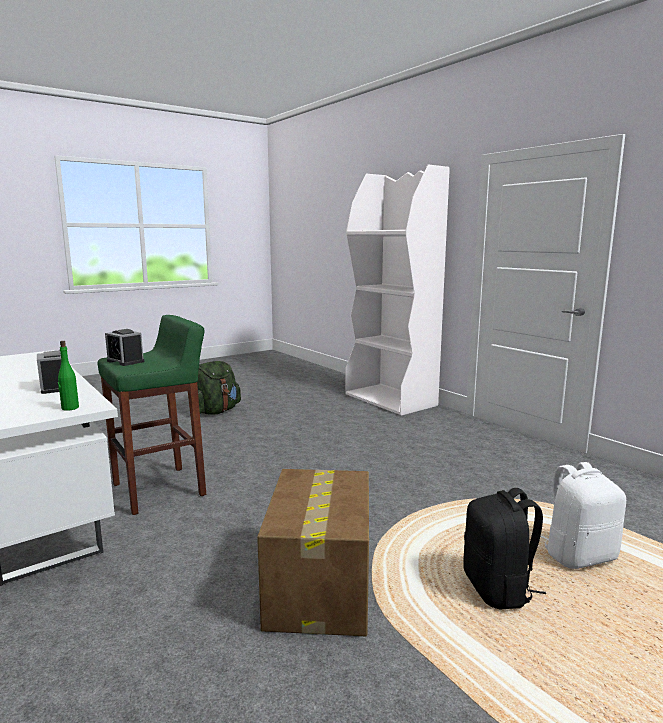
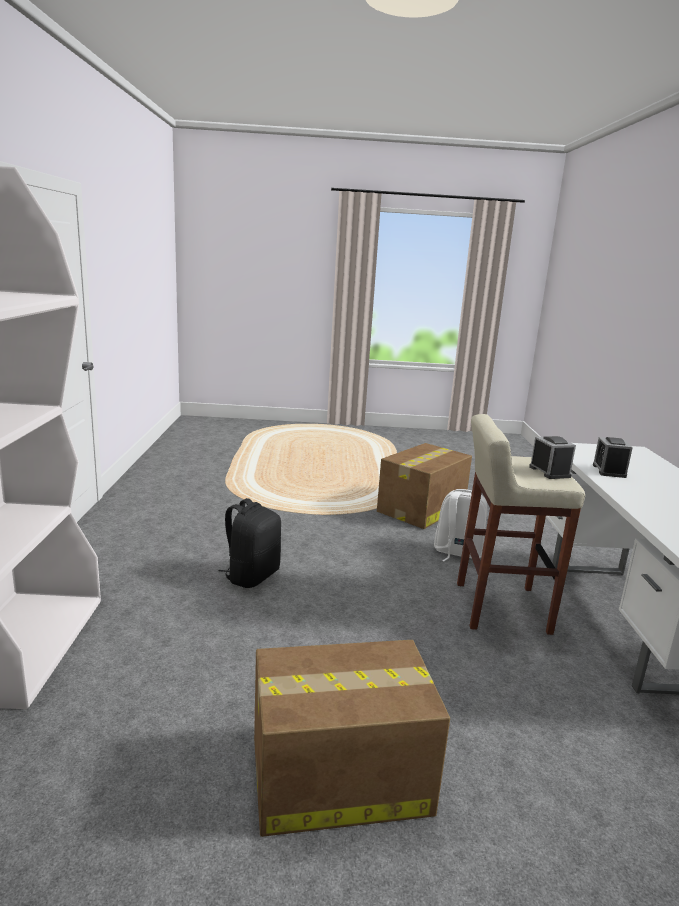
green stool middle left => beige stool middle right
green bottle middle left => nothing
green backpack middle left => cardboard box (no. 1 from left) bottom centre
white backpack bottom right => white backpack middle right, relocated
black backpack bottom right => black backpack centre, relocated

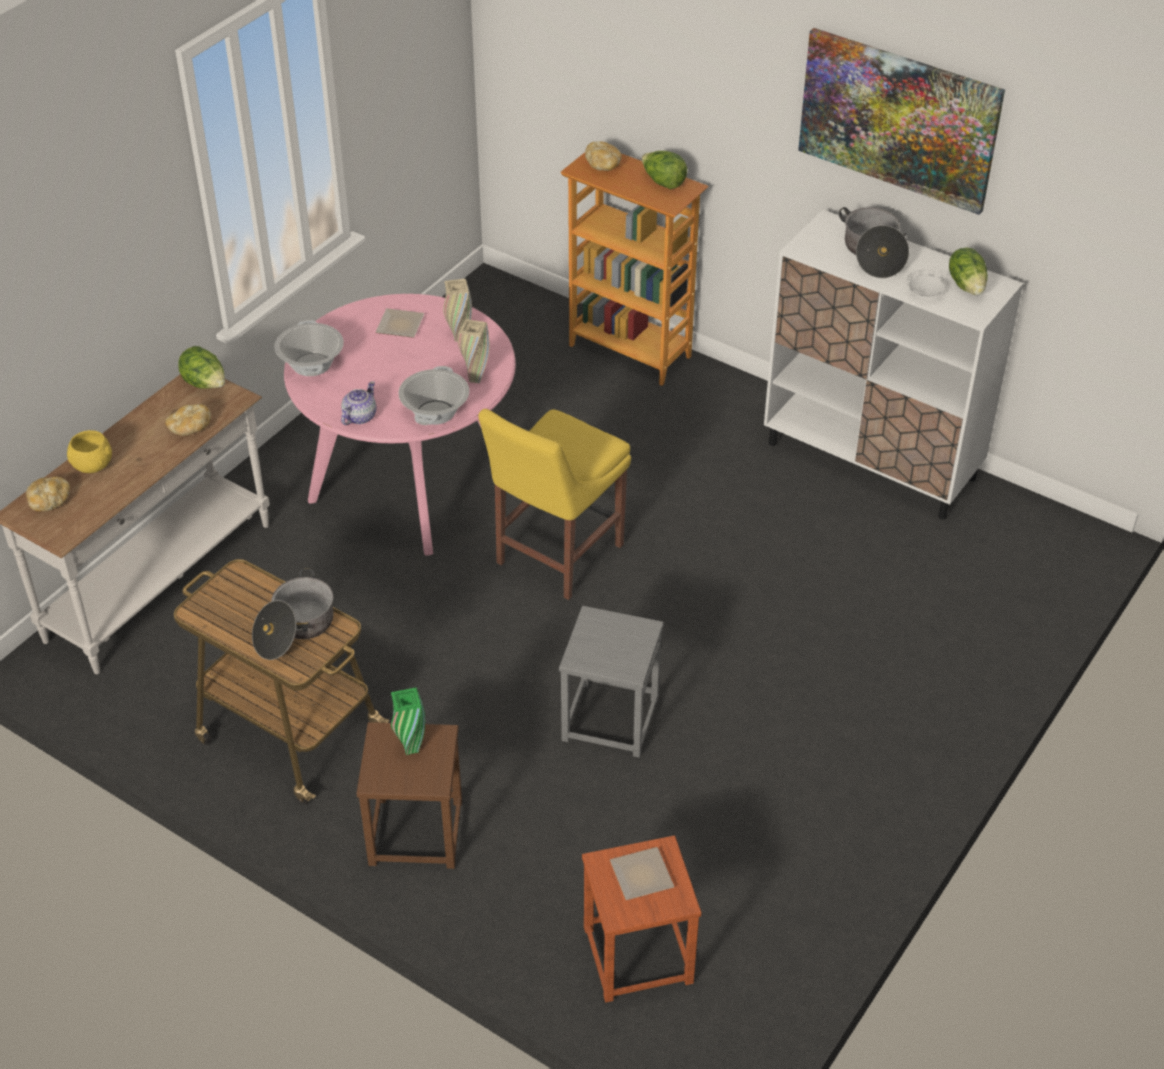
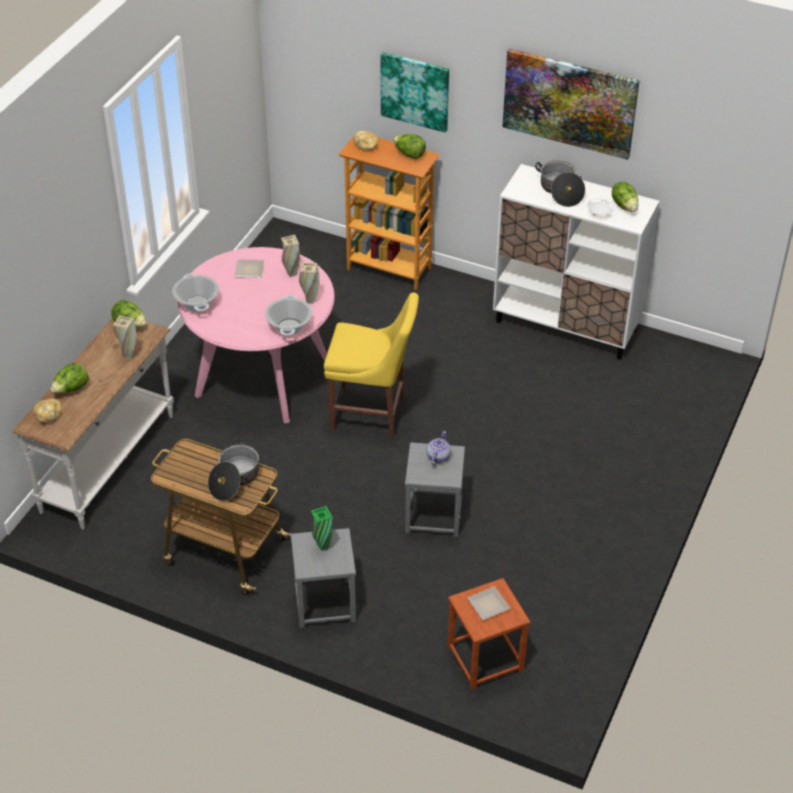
teapot middle left => teapot centre, relocated
bread (no. 2 from left) middle left => beige vase (no. 1 from left) middle left
yellow chair centre, 105 degrees counterclockwise
yellow bowl middle left => lettuce (no. 1 from left) middle left
brown stool (no. 1 from left) bottom centre => grey stool (no. 1 from left) bottom centre
nothing => picture (no. 1 from left) top centre

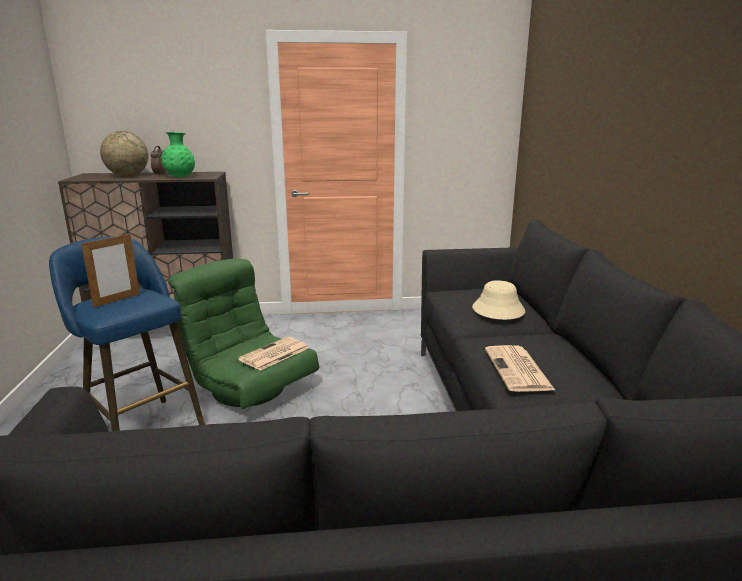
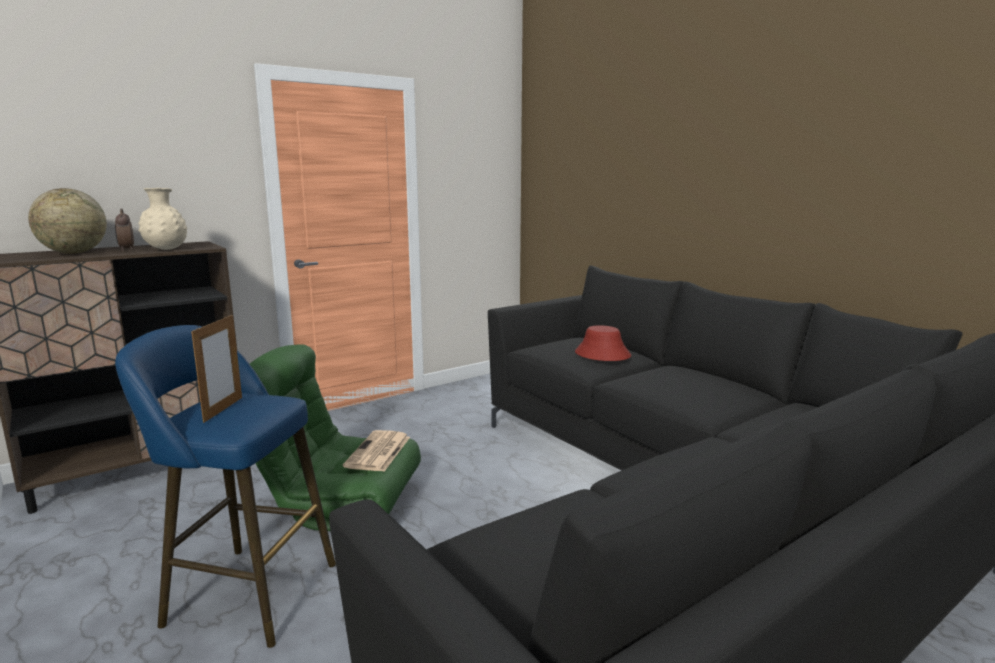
green vase top left => beige vase top left
beige hat middle right => red hat centre
newspaper (no. 2 from left) middle right => nothing

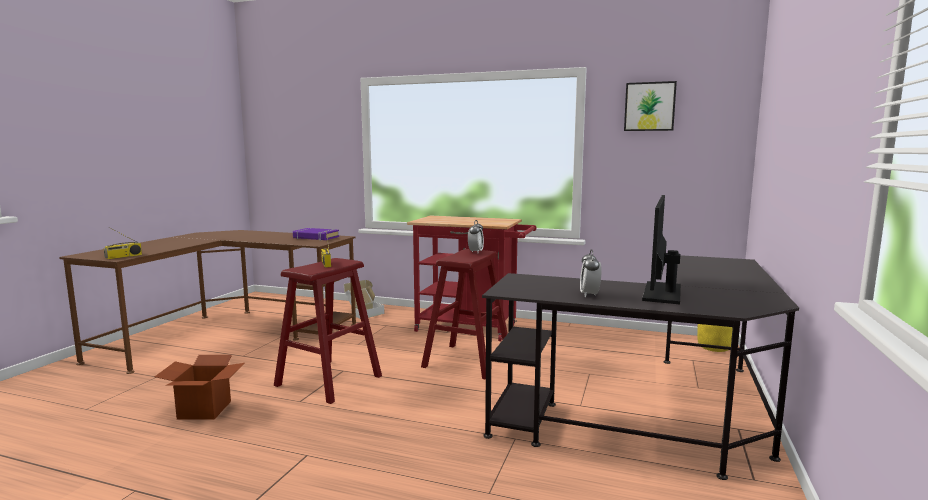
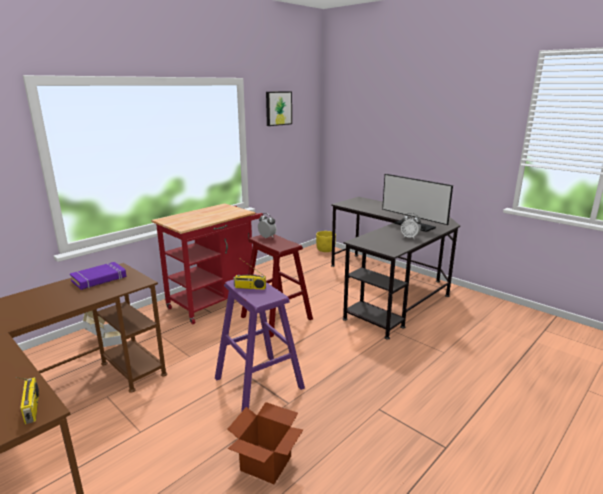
red stool (no. 1 from left) centre => purple stool bottom centre

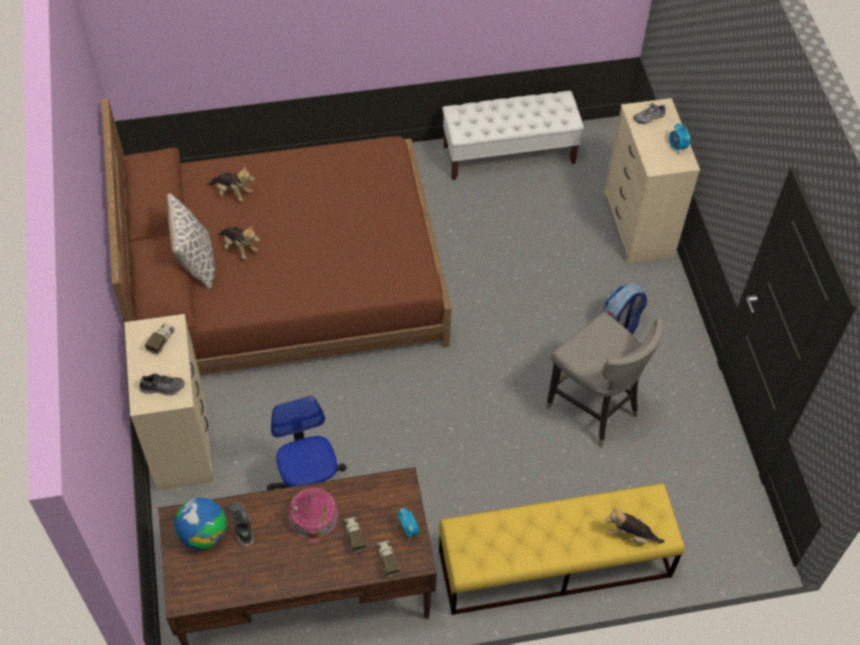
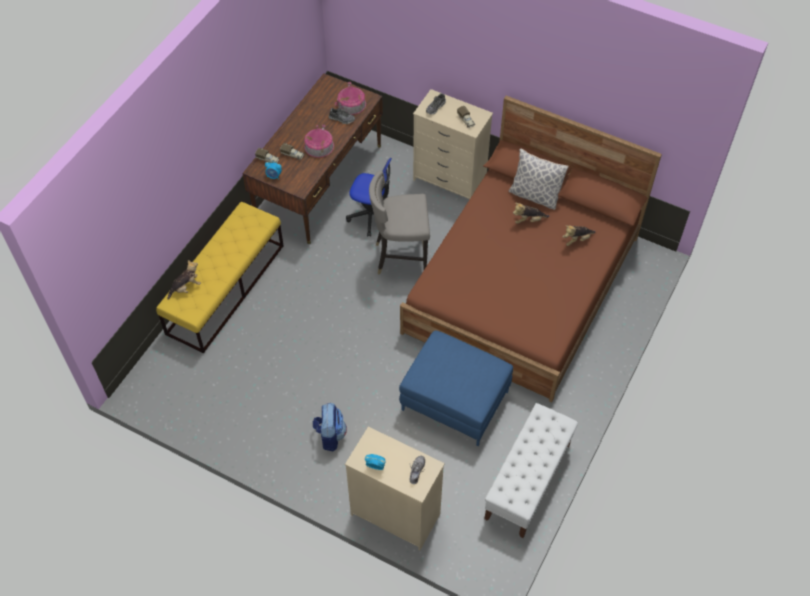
grey stool middle right => grey stool centre, relocated
globe bottom left => toy house (no. 2 from left) top centre
nothing => blue ottoman centre

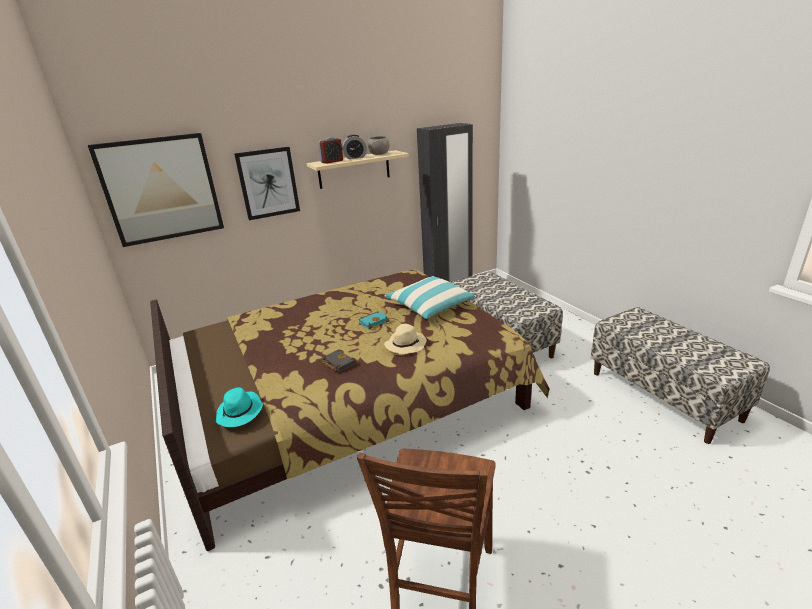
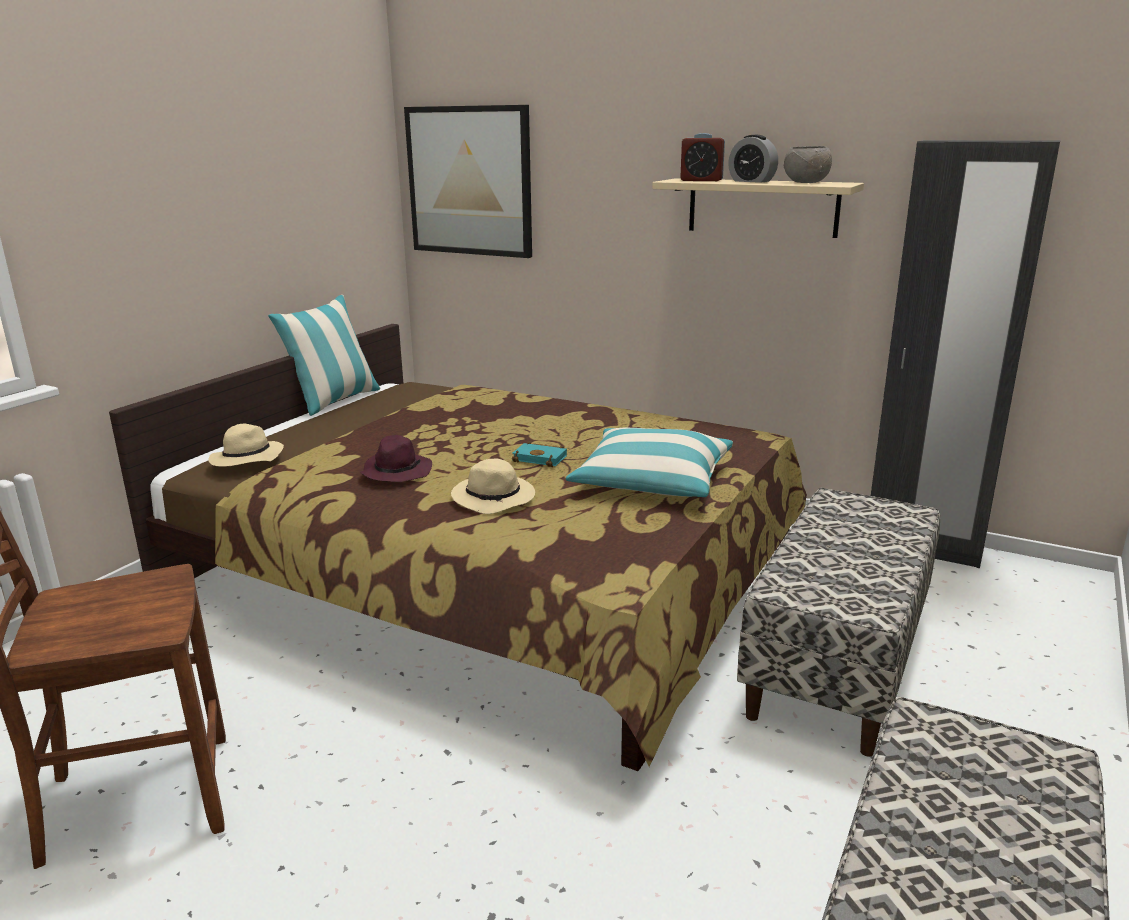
picture (no. 2 from left) top left => nothing
black book centre => purple hat centre
turquoise hat bottom left => beige hat (no. 1 from left) middle left
nothing => pillow (no. 1 from left) middle left

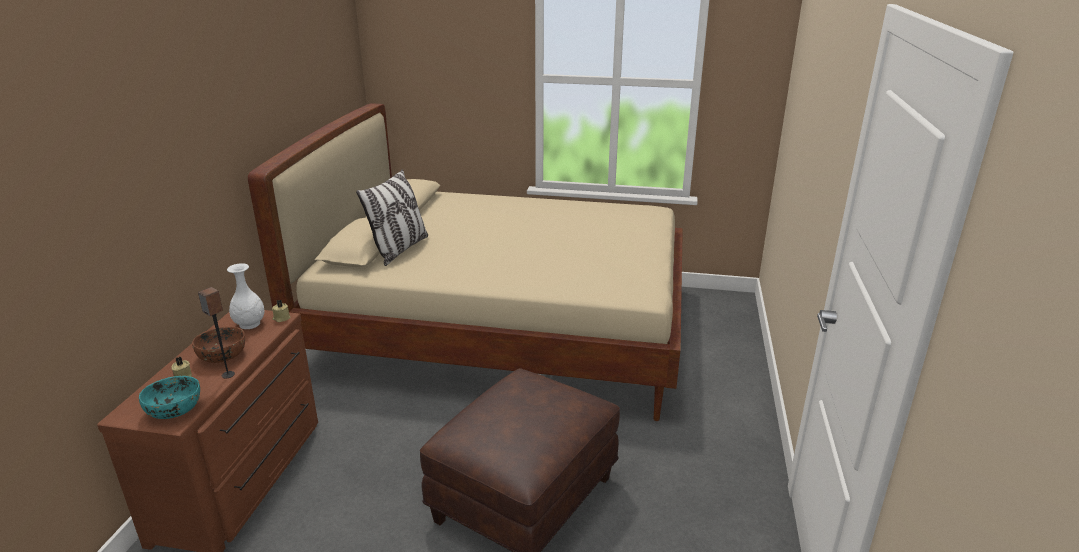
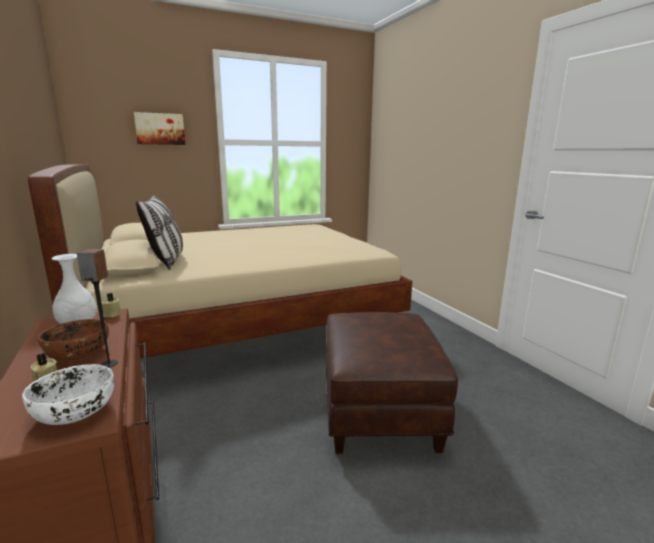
turquoise bowl bottom left => white bowl bottom left
nothing => picture top left

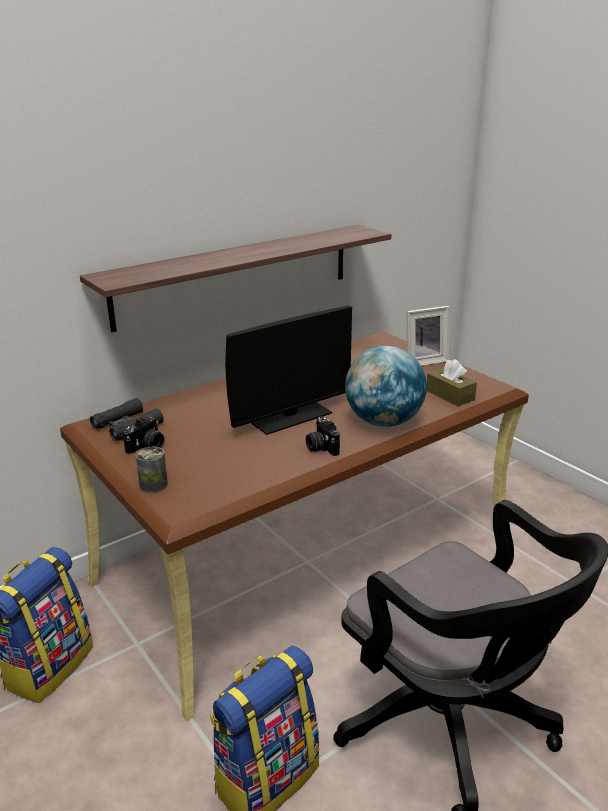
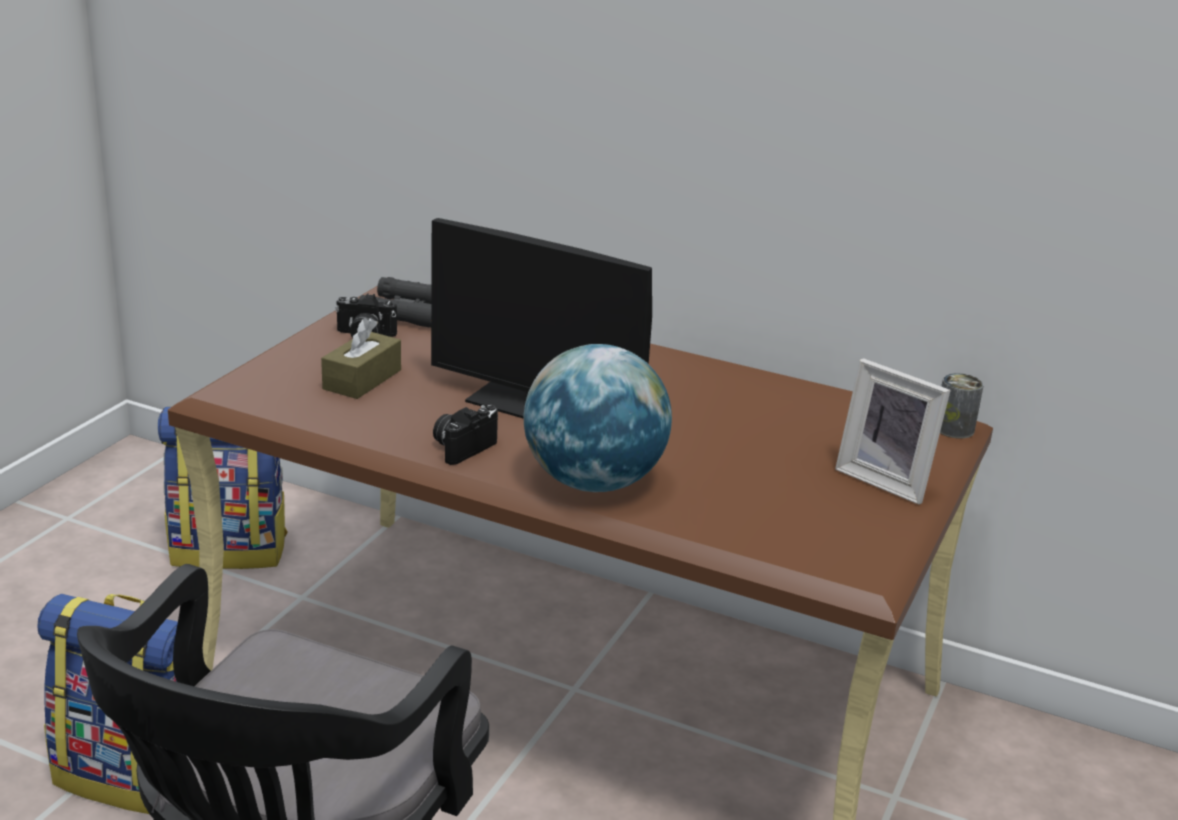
shelf centre => nothing
brown tissue box middle right => brown tissue box middle left, relocated
can middle left => can middle right, relocated

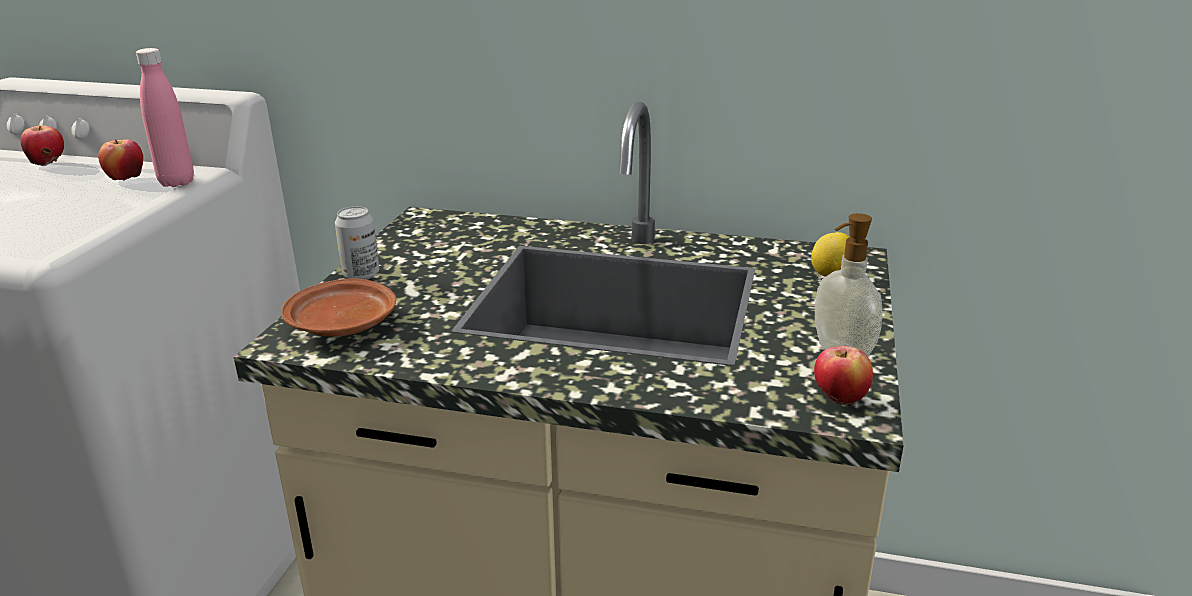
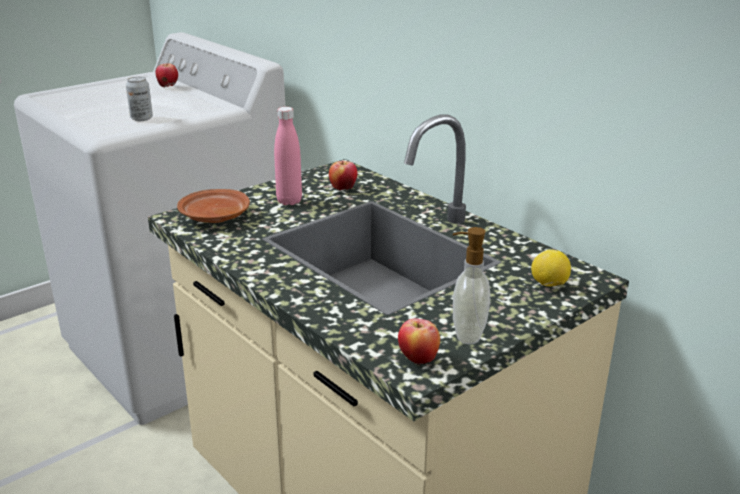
pink bottle top left => pink bottle top centre, relocated
apple (no. 2 from left) top left => apple (no. 2 from left) centre, relocated
can middle left => can top left, relocated

